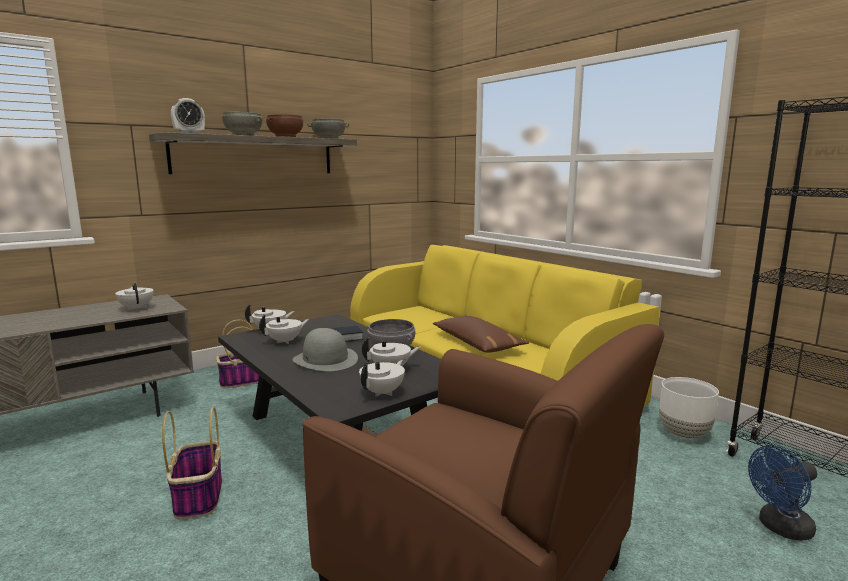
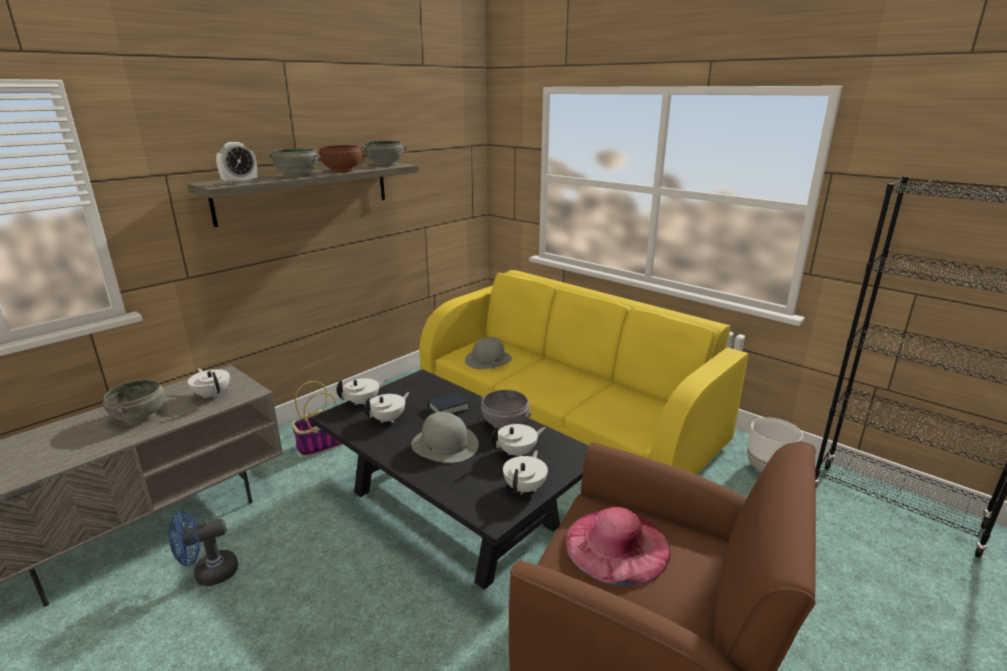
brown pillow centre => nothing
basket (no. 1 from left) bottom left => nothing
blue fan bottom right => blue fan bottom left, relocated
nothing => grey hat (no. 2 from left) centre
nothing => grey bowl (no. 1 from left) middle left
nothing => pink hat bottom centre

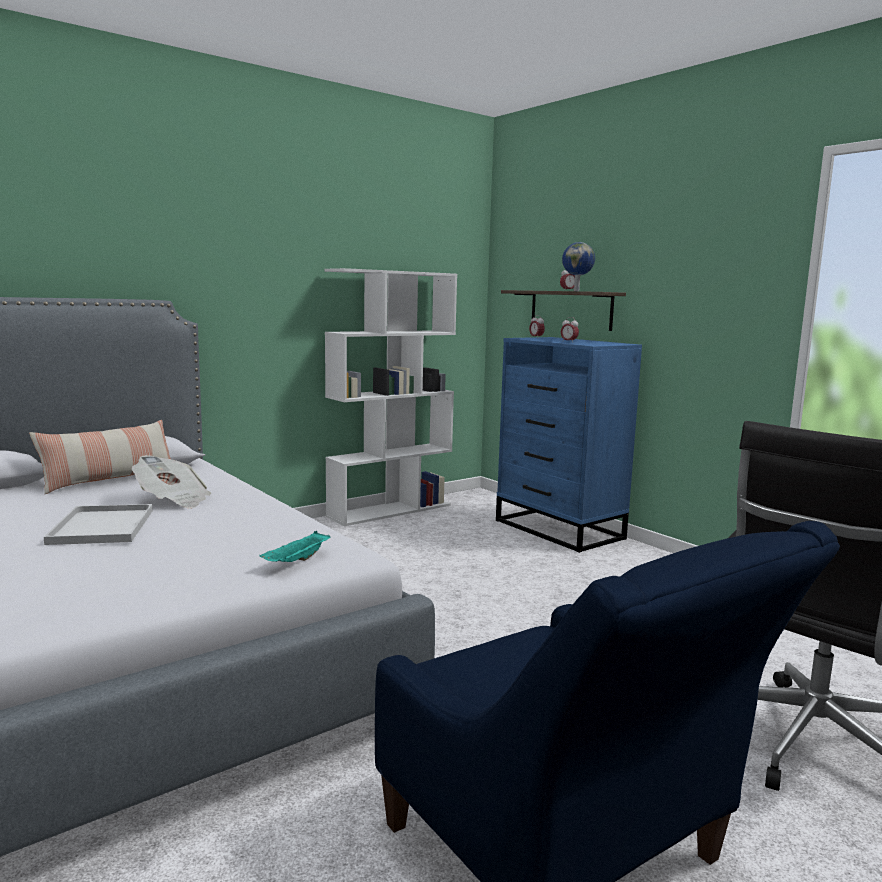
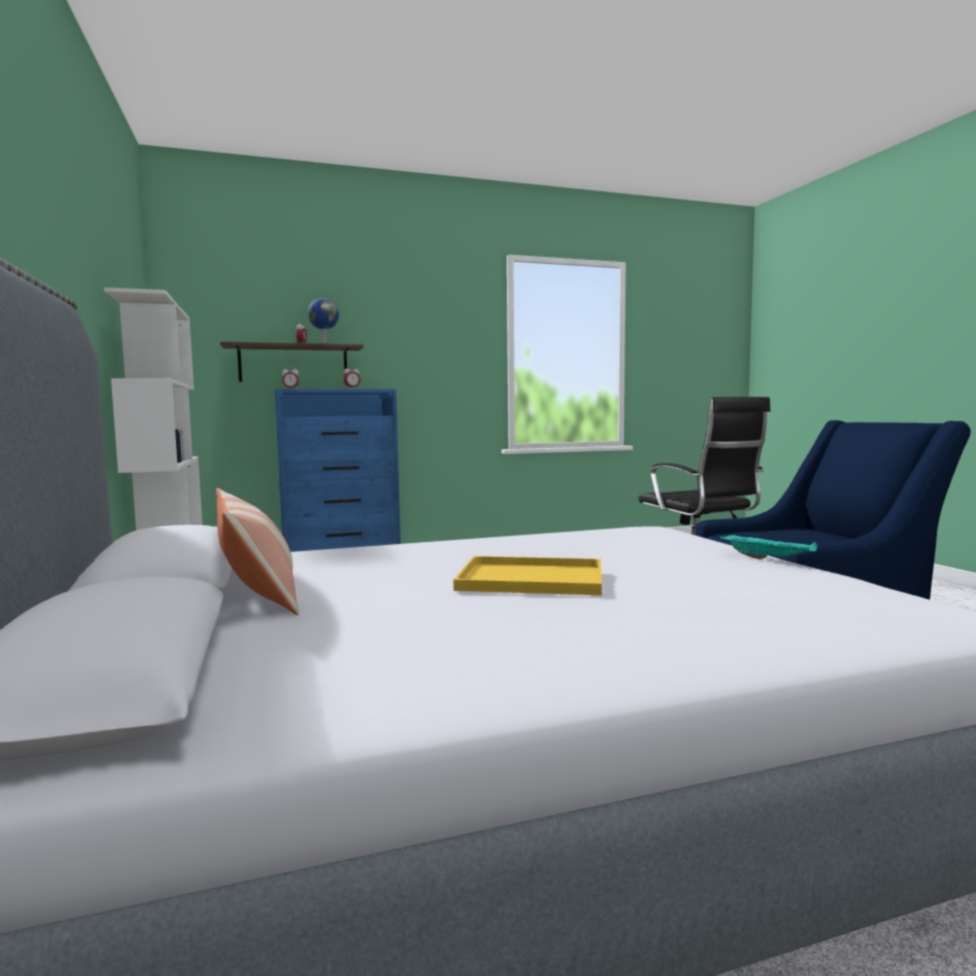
newspaper middle left => nothing
white tray middle left => yellow tray centre
turquoise tray centre => turquoise tray middle right, relocated

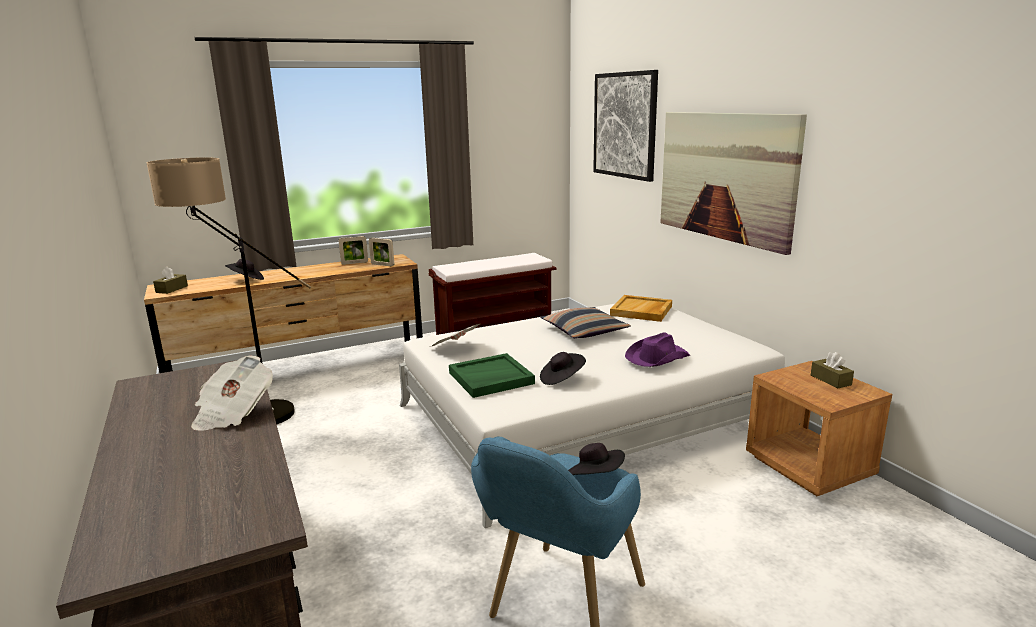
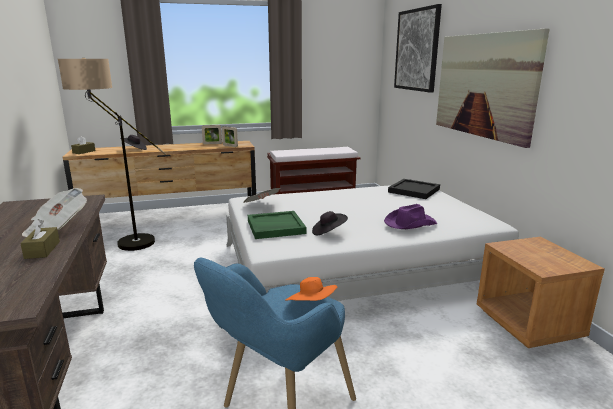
beige tray centre => black tray middle right
pillow centre => nothing
brown tissue box (no. 2 from left in the first image) middle right => brown tissue box (no. 1 from left) middle left, relocated
black hat (no. 3 from left) bottom centre => orange hat bottom centre

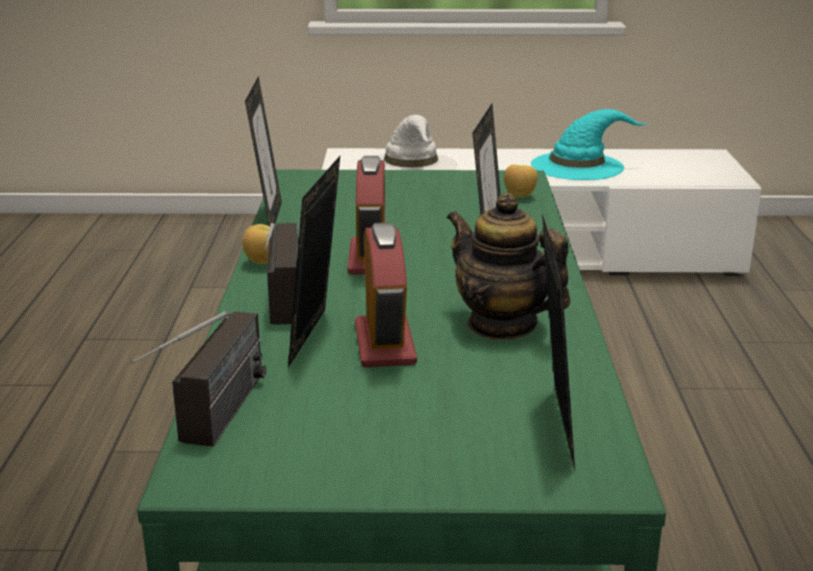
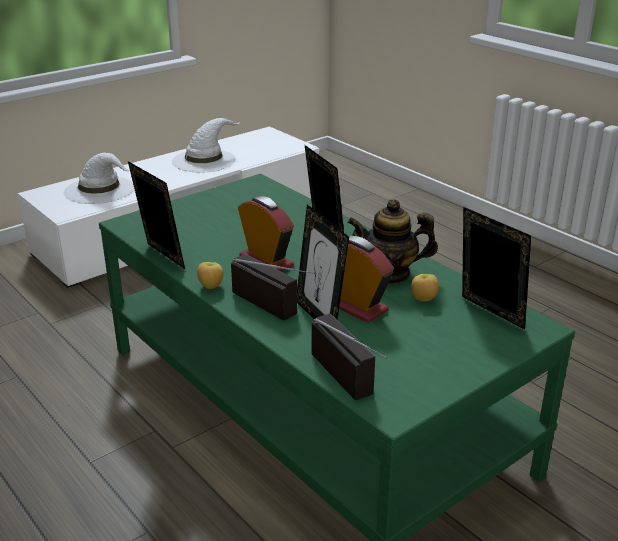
turquoise hat top right => white hat (no. 2 from left) top centre
apple (no. 2 from left) top centre => apple (no. 2 from left) middle right, relocated

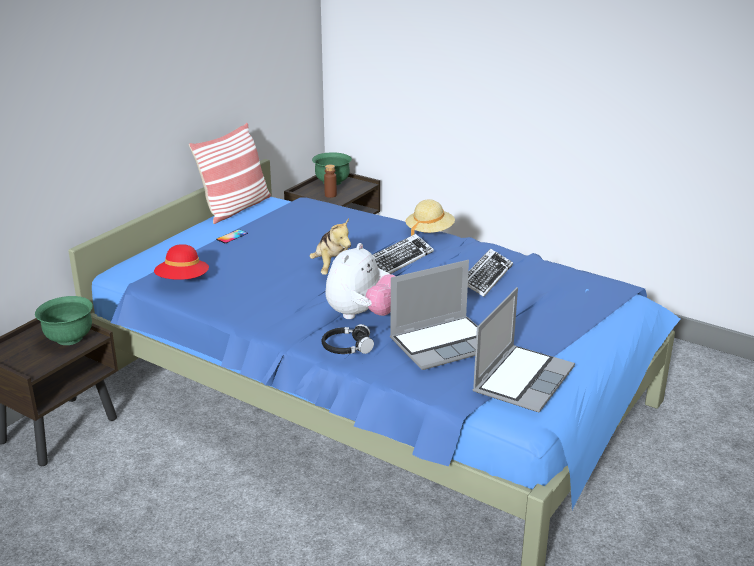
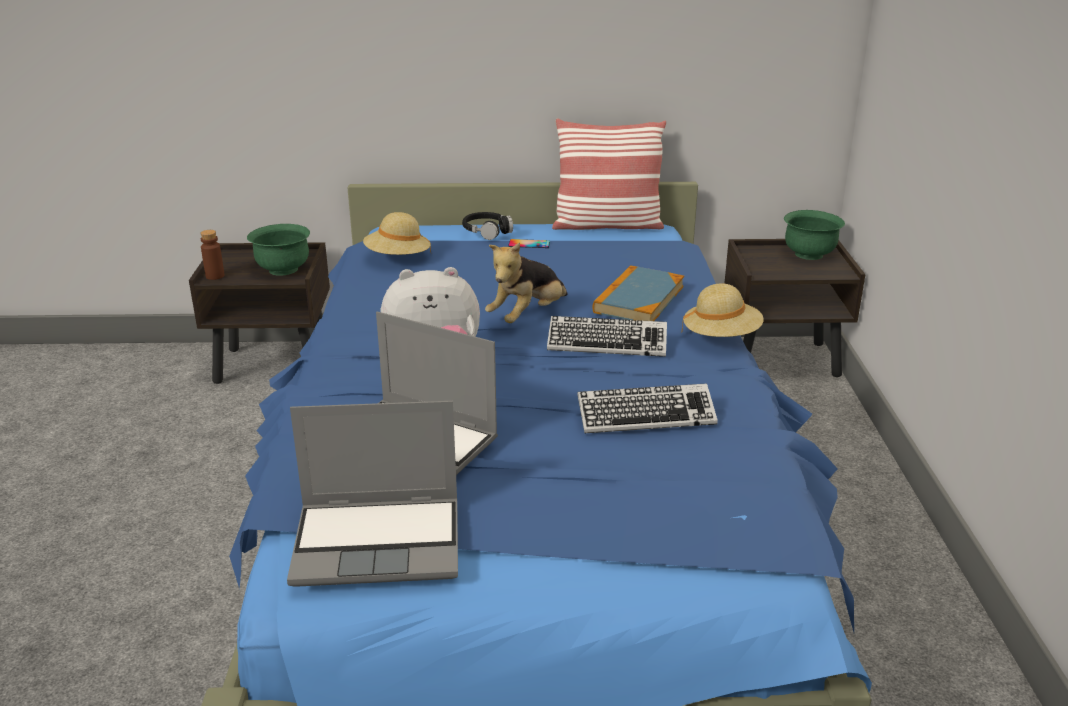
brown bottle top centre => brown bottle middle left, relocated
red hat middle left => beige hat (no. 1 from left) top centre
black headphones centre => black headphones top centre, relocated
nothing => book centre

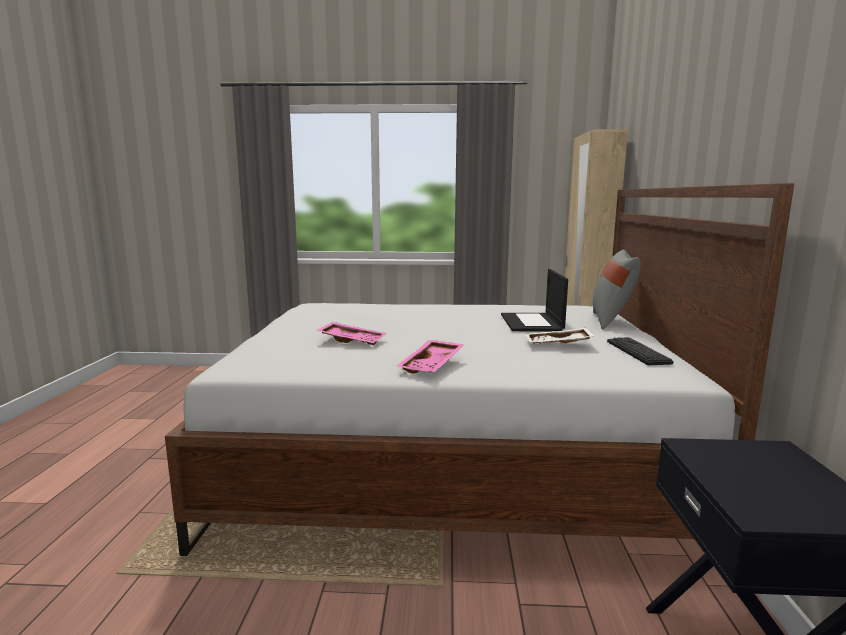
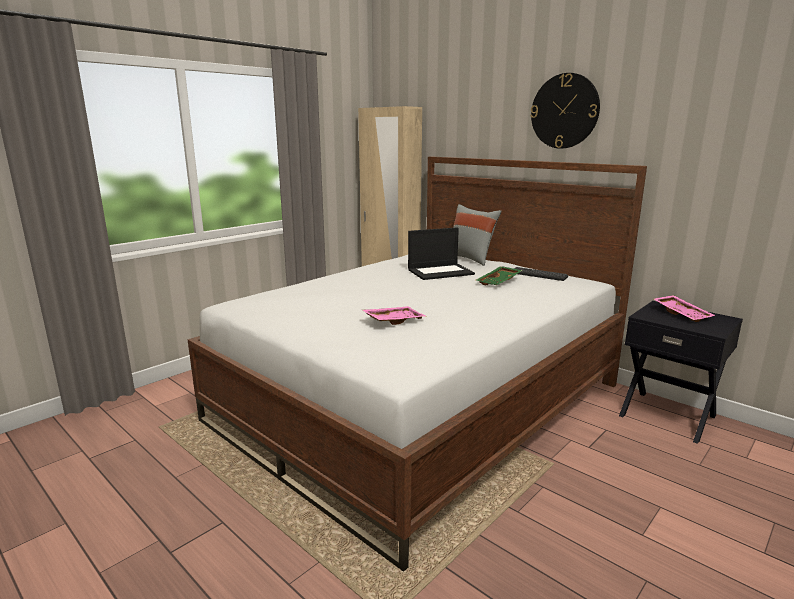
laptop centre, 60 degrees counterclockwise
white tray centre => green tray centre
pink tray (no. 2 from left) centre => pink tray (no. 2 from left) middle right, relocated
nothing => wall clock top right

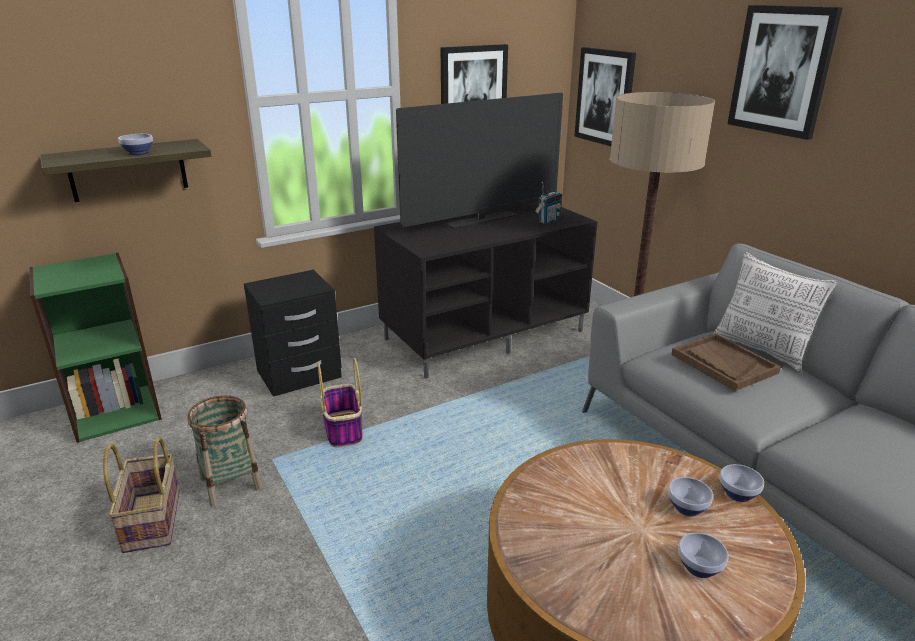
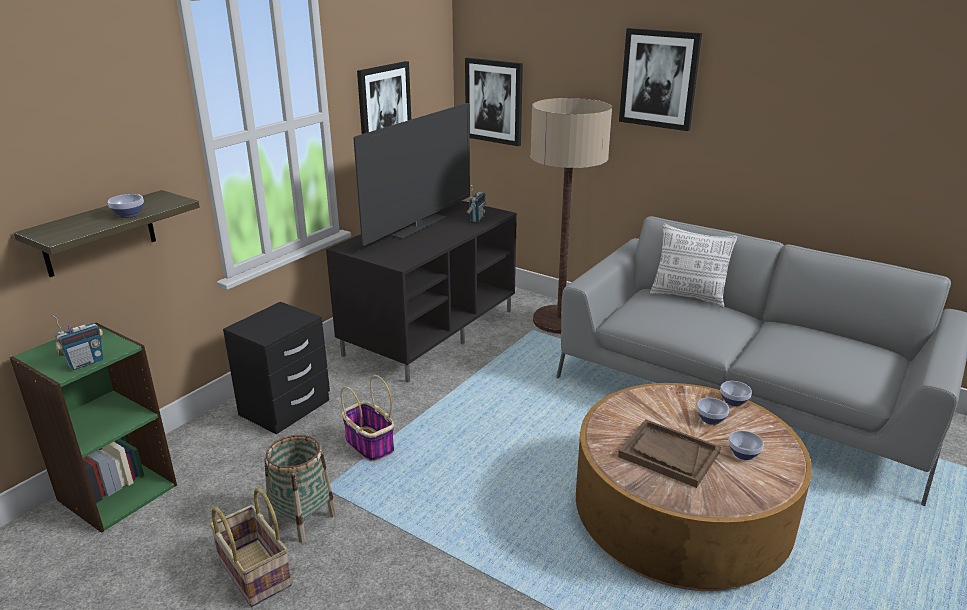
brown tray middle right => brown tray bottom right, relocated
nothing => radio (no. 1 from left) middle left

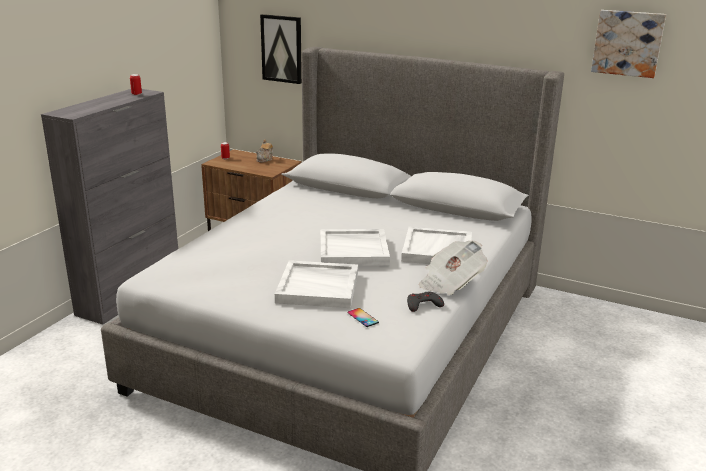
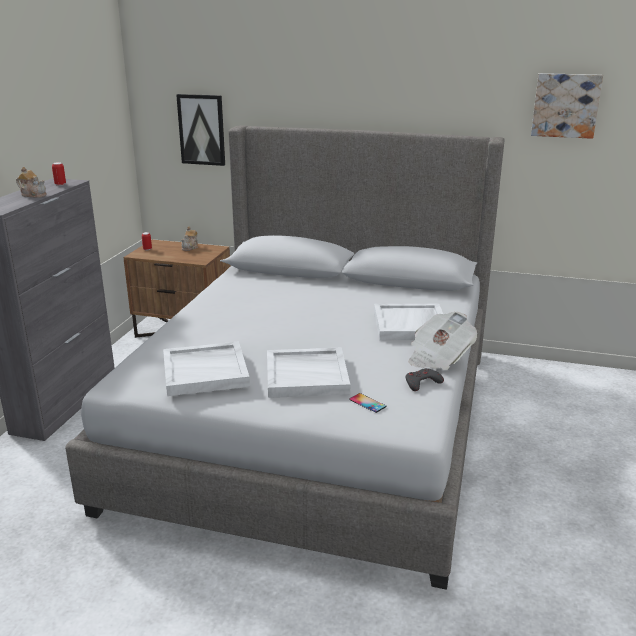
white tray (no. 2 from left in the first image) centre => white tray (no. 1 from left) middle left, relocated
nothing => teapot (no. 1 from left) top left

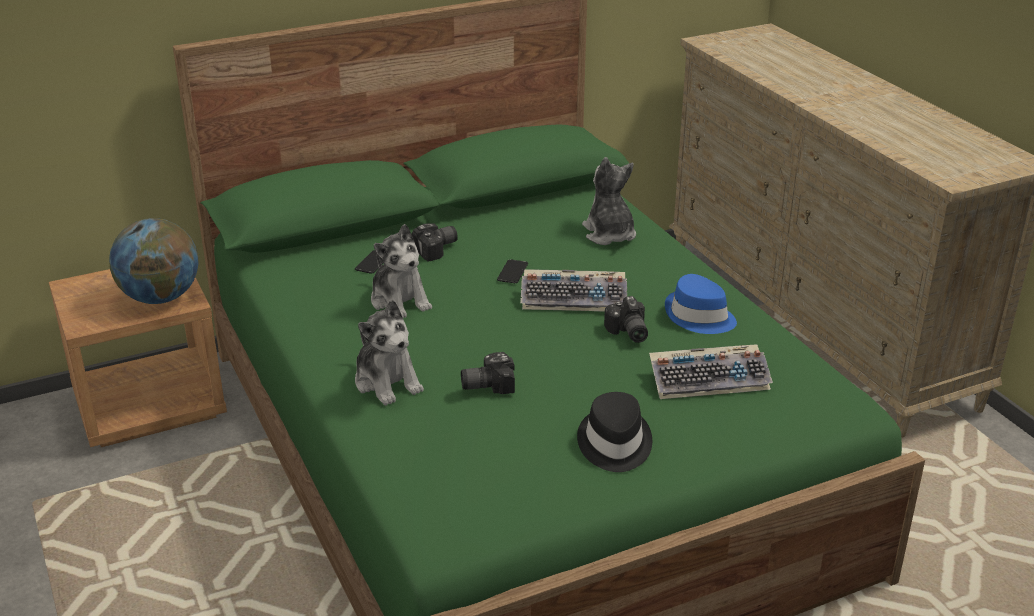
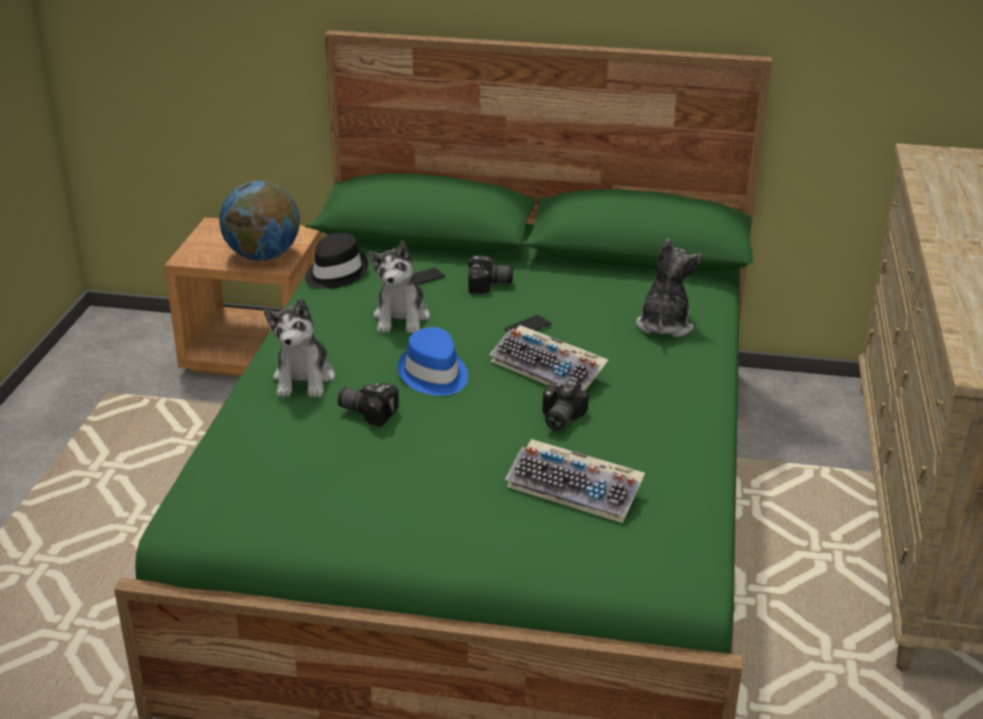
blue hat middle right => blue hat centre, relocated
black hat bottom centre => black hat centre, relocated

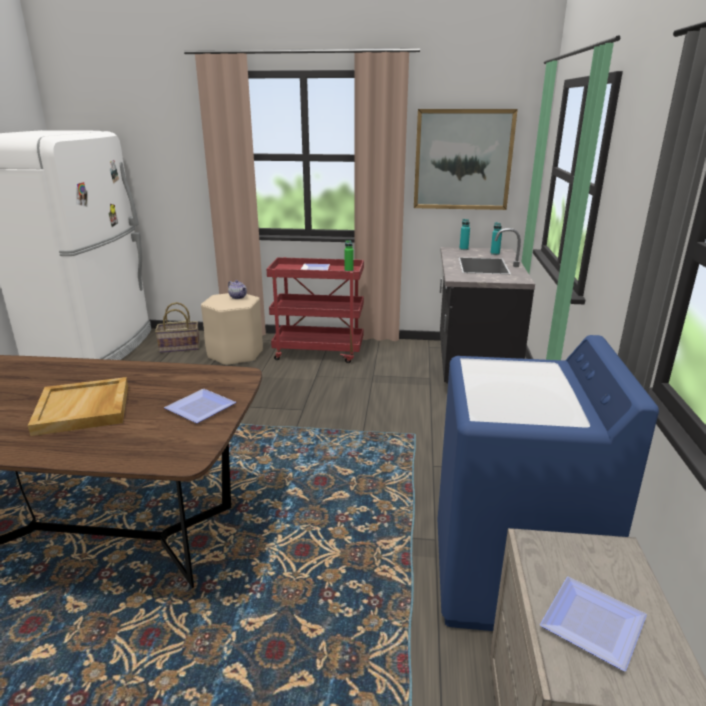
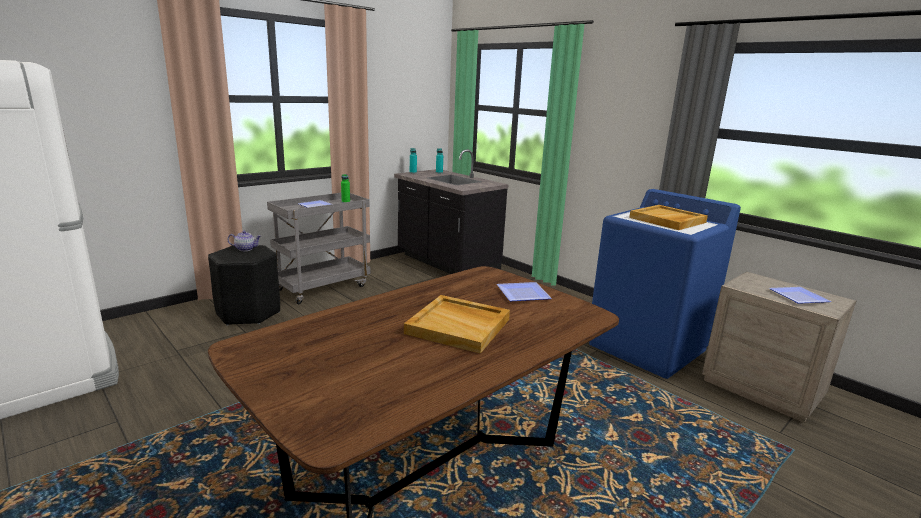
picture top centre => nothing
red cart centre => grey cart centre
beige stool middle left => black stool middle left
basket middle left => nothing
nothing => beige tray (no. 2 from left) middle right

